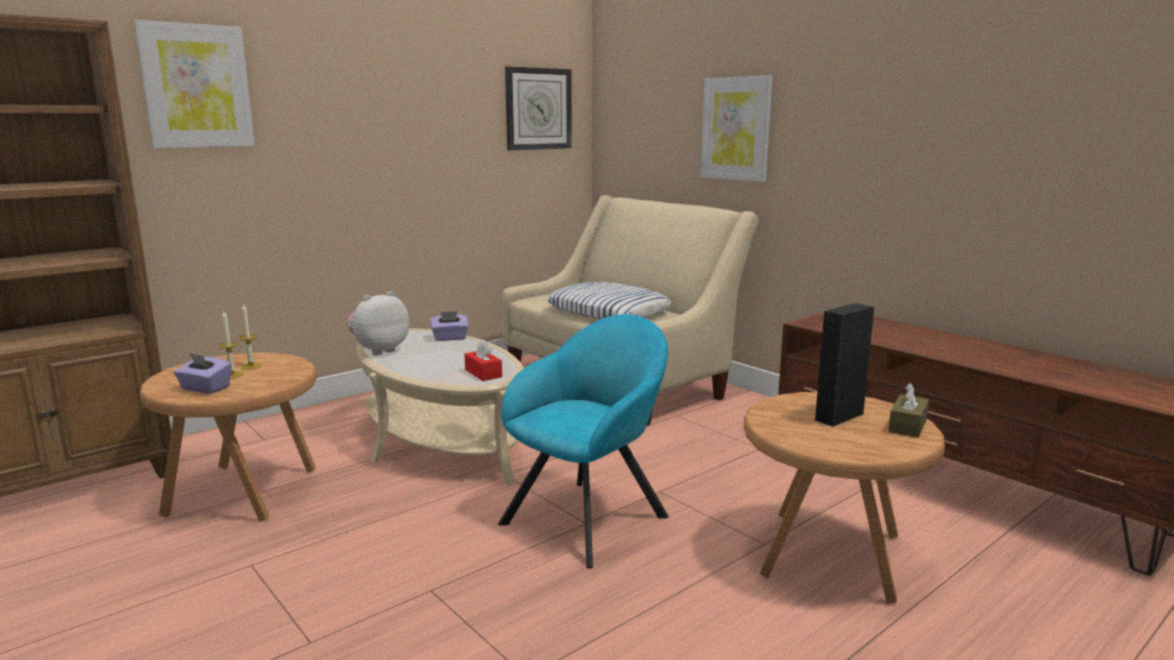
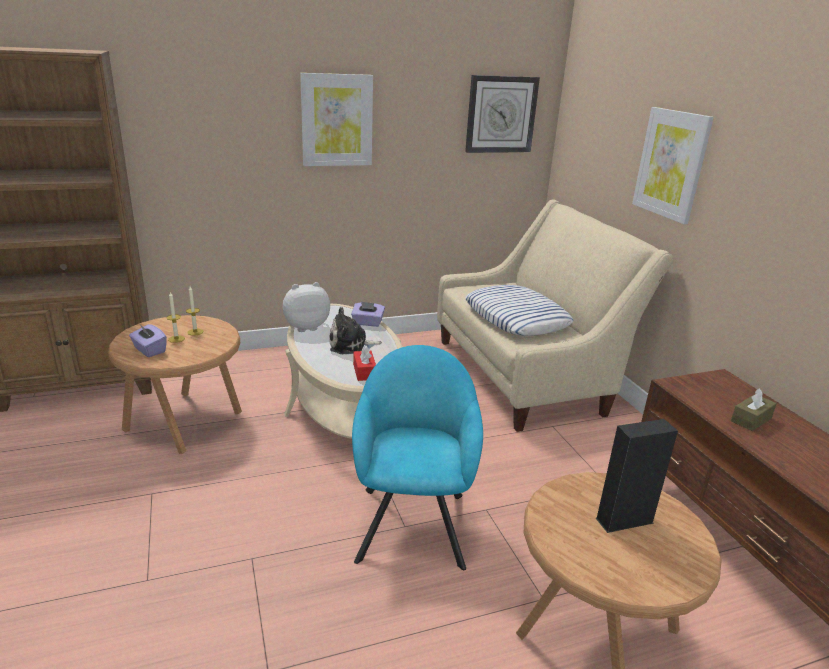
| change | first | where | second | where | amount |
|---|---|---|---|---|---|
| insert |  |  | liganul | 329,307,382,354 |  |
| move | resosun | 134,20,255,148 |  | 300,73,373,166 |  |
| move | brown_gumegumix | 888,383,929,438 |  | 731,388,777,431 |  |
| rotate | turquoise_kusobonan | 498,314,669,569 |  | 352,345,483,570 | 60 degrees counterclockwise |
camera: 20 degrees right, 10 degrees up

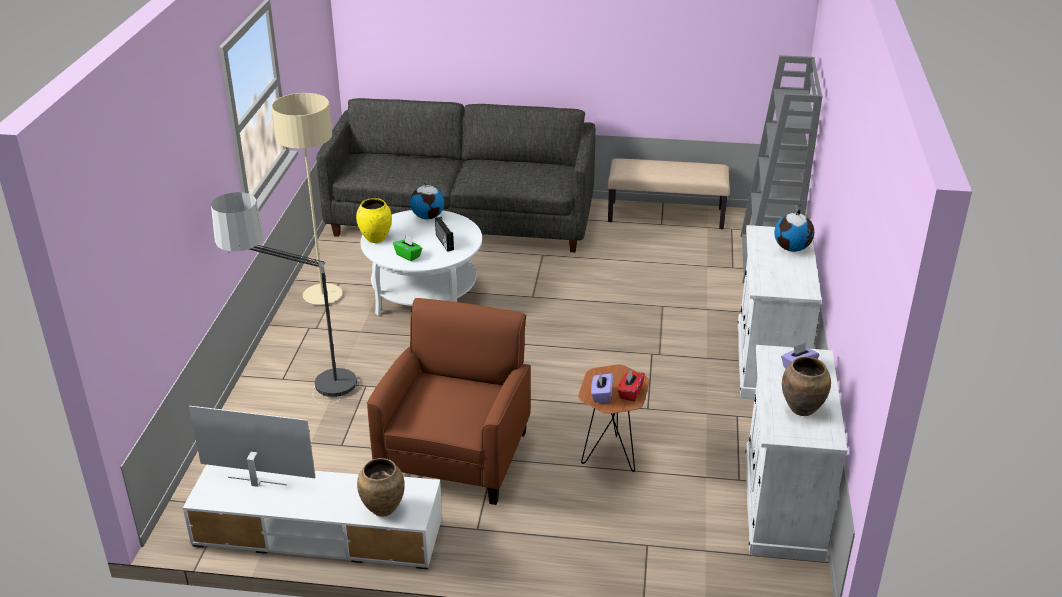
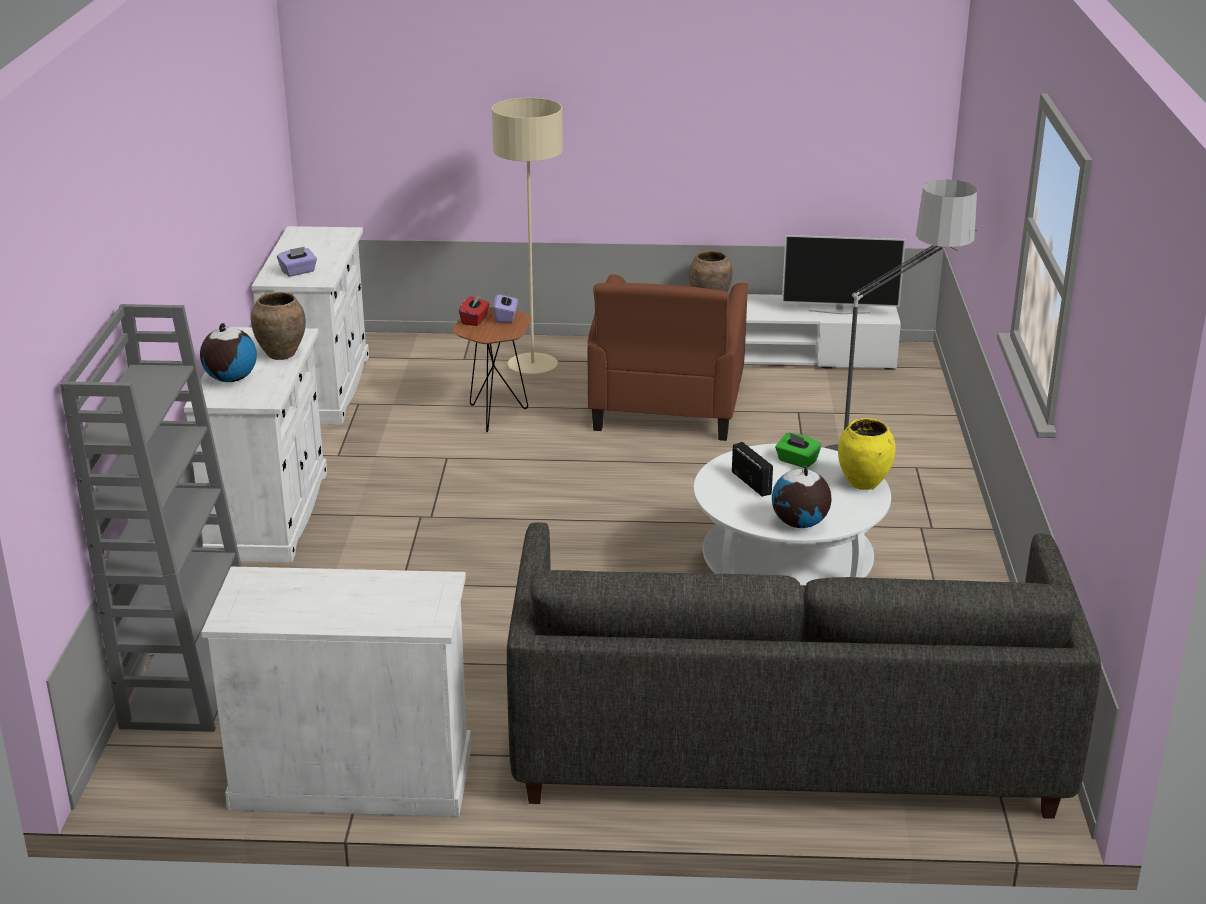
| change | first | where | second | where | amount |
|---|---|---|---|---|---|
| move | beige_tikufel | 271,93,342,305 |  | 492,98,563,374 |  |
| move | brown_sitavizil | 782,357,831,416 |  | 251,292,306,360 |  |
| replace | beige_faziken | 608,158,729,229 | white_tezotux | 201,567,471,817 |  |
camera: 175 degrees right, 5 degrees down

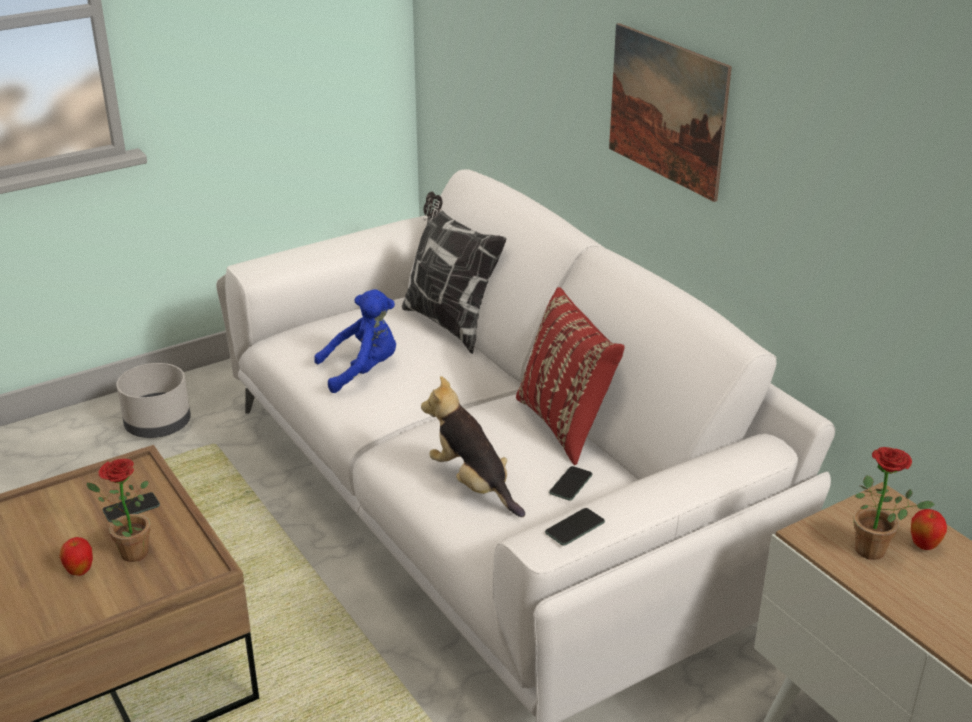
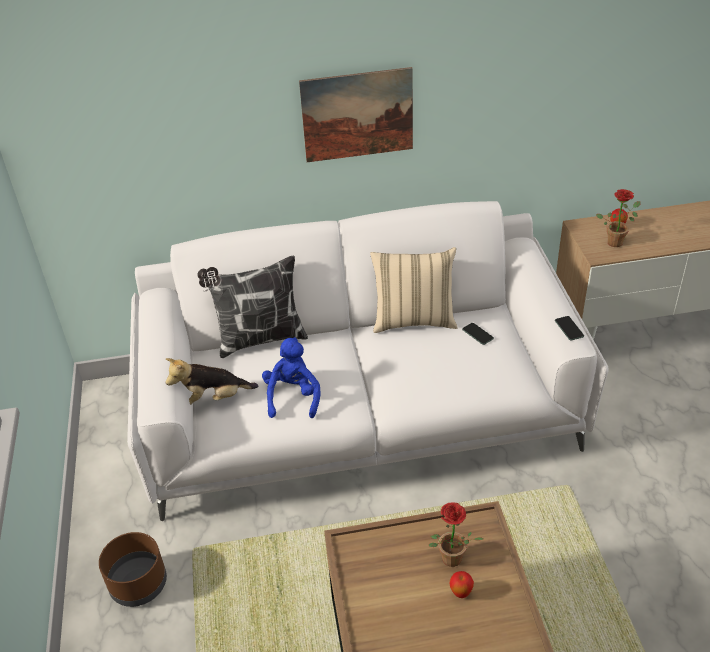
| change | first | where | second | where | amount |
|---|---|---|---|---|---|
| delete | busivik | 102,492,160,522 |  |  |  |
| move | liganul | 421,376,525,517 |  | 165,358,258,405 |  |
| recolor | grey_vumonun | 116,363,191,438 | brown_vumonun | 99,532,167,607 |  |
| recolor | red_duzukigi | 516,287,625,465 | beige_duzukigi | 370,247,458,333 |  |
camera: 65 degrees left, 10 degrees up

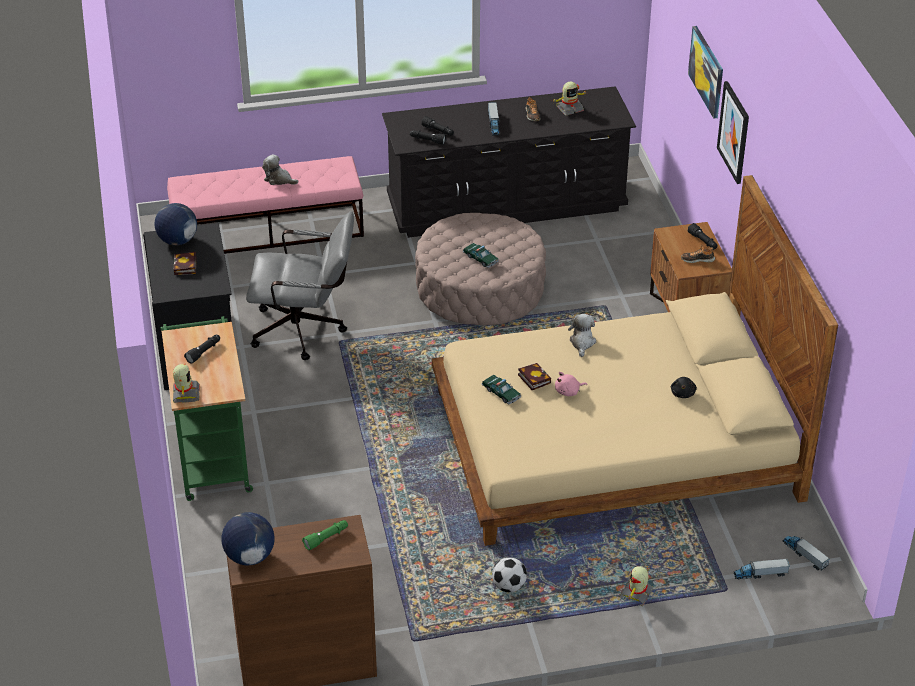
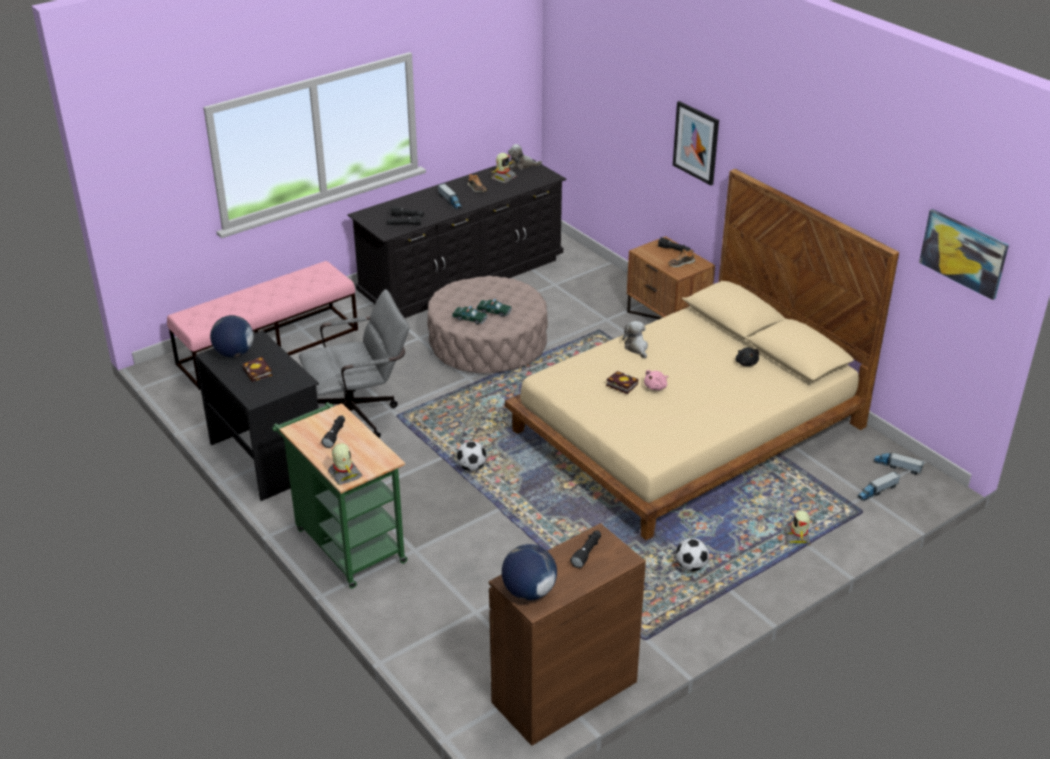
| change | first | where | second | where | amount |
|---|---|---|---|---|---|
| insert |  |  | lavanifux | 456,441,487,471 |  |
| move | liganul | 262,154,298,185 |  | 508,144,542,170 |  |
| move | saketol | 482,375,521,405 |  | 452,306,488,324 |  |
| move | resosun | 688,26,723,119 |  | 919,209,1009,300 |  |
| recolor | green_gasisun | 302,520,348,550 | black_gasisun | 570,530,601,568 |  |
camera: 25 degrees left, 5 degrees down

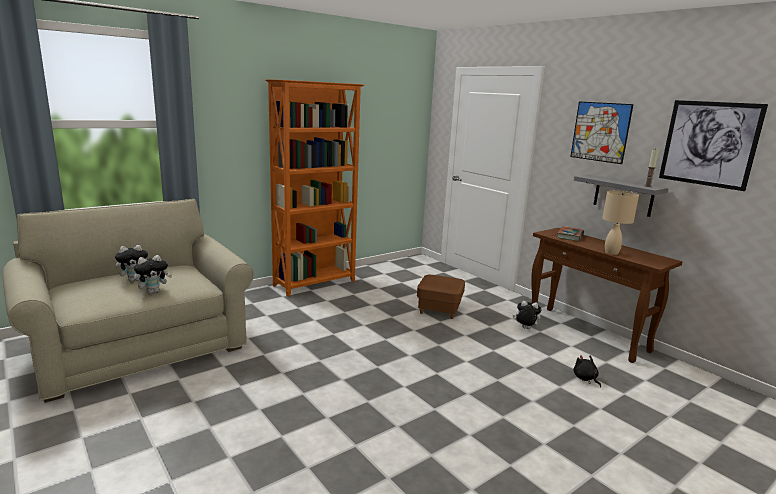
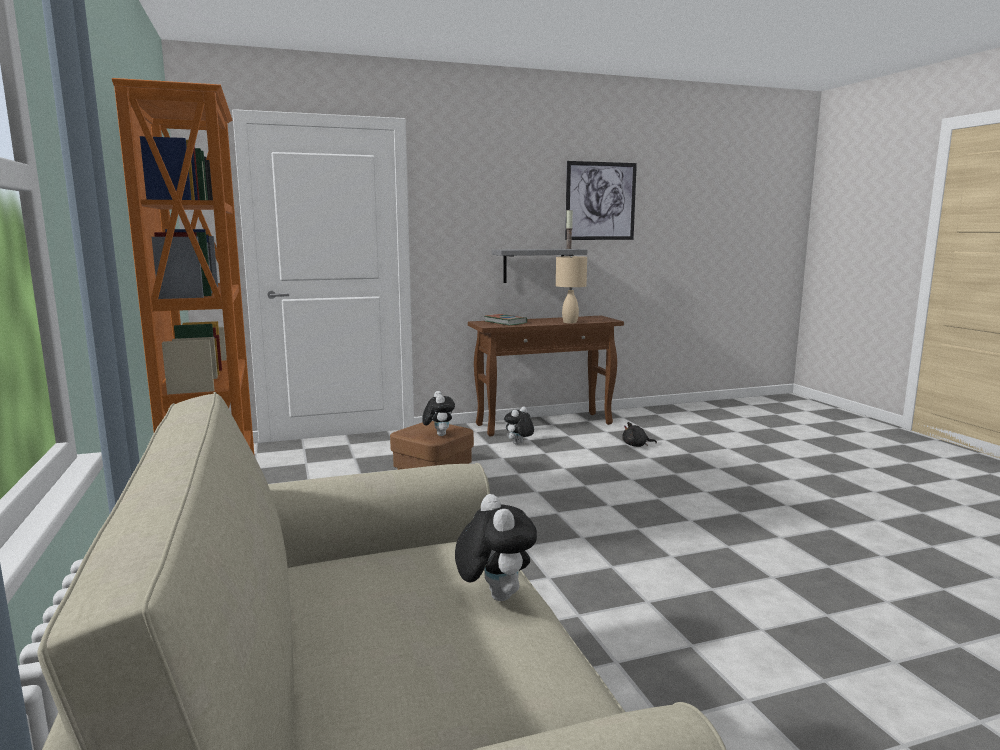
| change | first | where | second | where | amount |
|---|---|---|---|---|---|
| delete | resosun | 570,101,633,164 |  |  |  |
| move | liganul | 115,245,148,282 |  | 422,391,455,436 |  |
camera: 70 degrees left, 5 degrees down

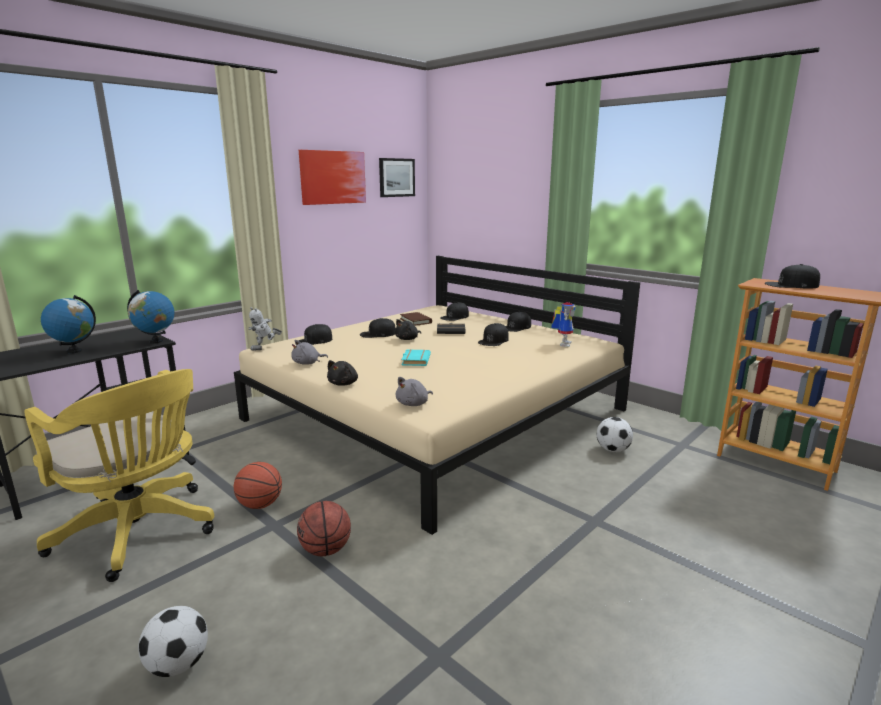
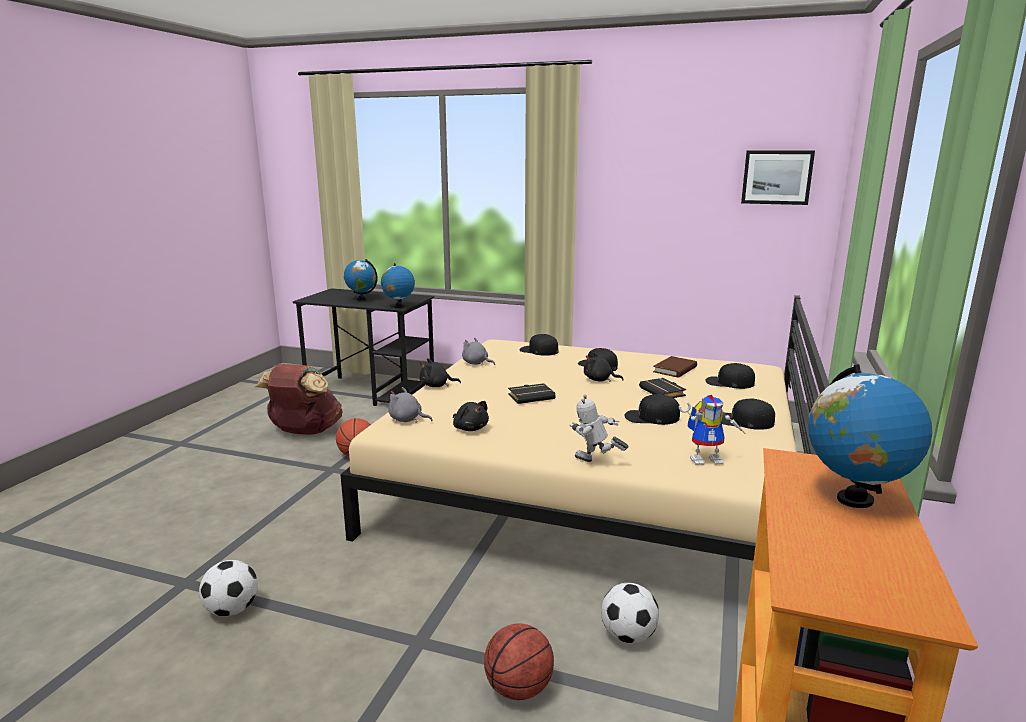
| change | first | where | second | where | amount |
|---|---|---|---|---|---|
| delete | resosun | 299,150,366,205 |  |  |  |
| insert |  |  | black_liganul | 453,401,489,431 |  |
| move | lavanifux | 138,606,208,677 |  | 199,560,258,617 |  |
| move | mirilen | 248,307,282,350 |  | 569,394,629,462 |  |
| move | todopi | 297,501,351,556 |  | 484,624,554,700 |  |
| replace | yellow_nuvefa | 24,369,215,582 | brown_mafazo | 255,364,342,435 |  |
| replace | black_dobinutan | 765,264,820,289 | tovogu | 808,364,932,508 |  |
| recolor | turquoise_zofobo | 402,349,431,366 | black_zofobo | 508,383,556,404 |  |
camera: 65 degrees right, 0 degrees up

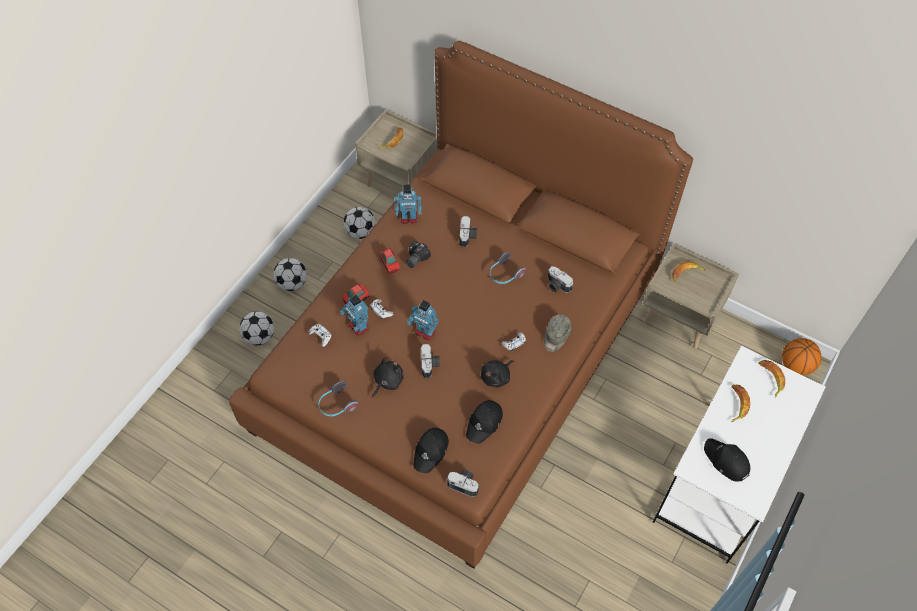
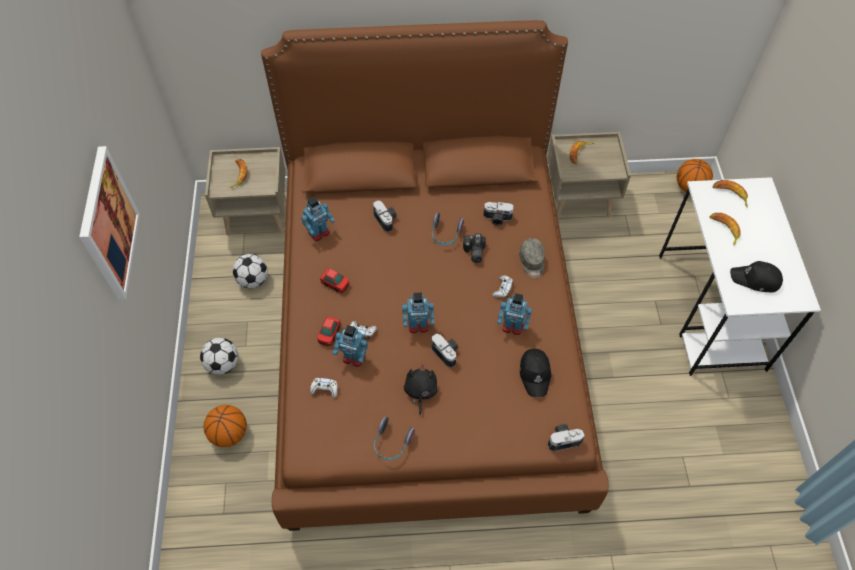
| change | first | where | second | where | amount |
|---|---|---|---|---|---|
| delete | black_dobinutan | 413,428,449,473 |  |  |  |
| insert |  |  | resosun | 79,146,140,299 |  |
| move | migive | 406,241,431,268 |  | 463,233,486,263 |  |
| replace | lavanifux | 239,311,274,345 | todopi | 204,405,247,447 |  |
| replace | black_liganul | 481,360,514,387 | mirilen | 497,293,532,335 |  |
camera: 35 degrees left, 0 degrees up

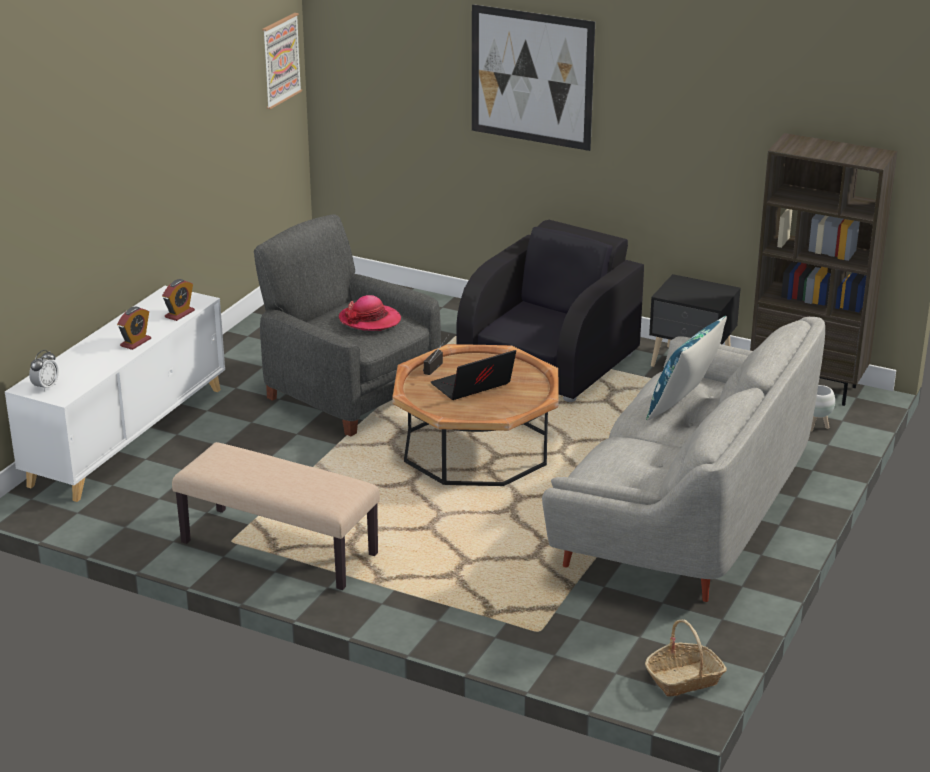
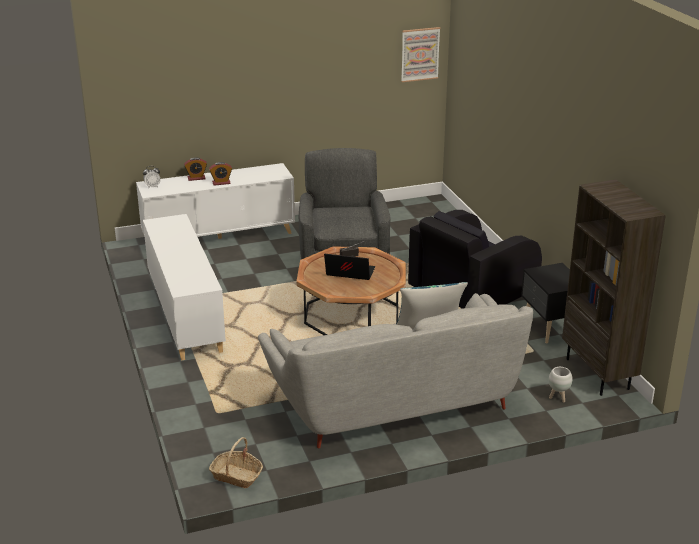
| change | first | where | second | where | amount |
|---|---|---|---|---|---|
| delete | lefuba | 339,295,401,331 |  |  |  |
| delete | resosun | 472,4,595,151 |  |  |  |
| move | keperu | 162,279,195,321 |  | 184,158,207,181 |  |
| replace | beige_faziken | 172,442,380,590 | white_tezotux | 143,214,226,361 |  |
| rotate | black_kusobonan | 457,220,644,402 |  | 408,210,542,308 | 150 degrees clockwise |
camera: 45 degrees right, 0 degrees up

